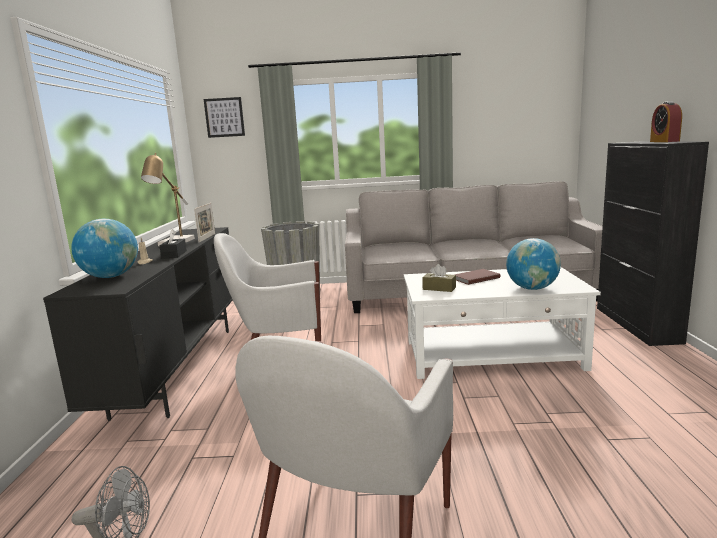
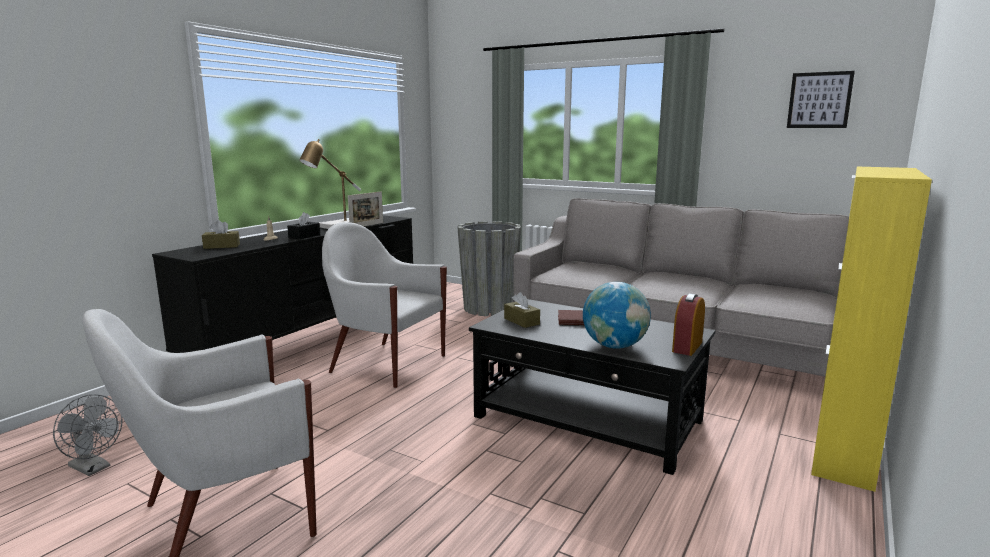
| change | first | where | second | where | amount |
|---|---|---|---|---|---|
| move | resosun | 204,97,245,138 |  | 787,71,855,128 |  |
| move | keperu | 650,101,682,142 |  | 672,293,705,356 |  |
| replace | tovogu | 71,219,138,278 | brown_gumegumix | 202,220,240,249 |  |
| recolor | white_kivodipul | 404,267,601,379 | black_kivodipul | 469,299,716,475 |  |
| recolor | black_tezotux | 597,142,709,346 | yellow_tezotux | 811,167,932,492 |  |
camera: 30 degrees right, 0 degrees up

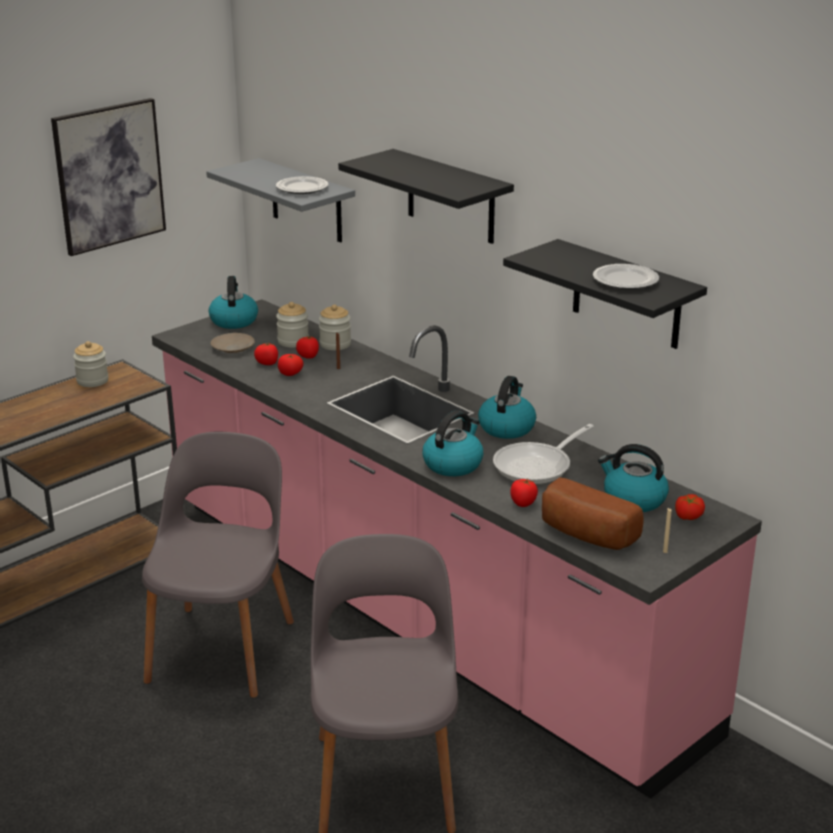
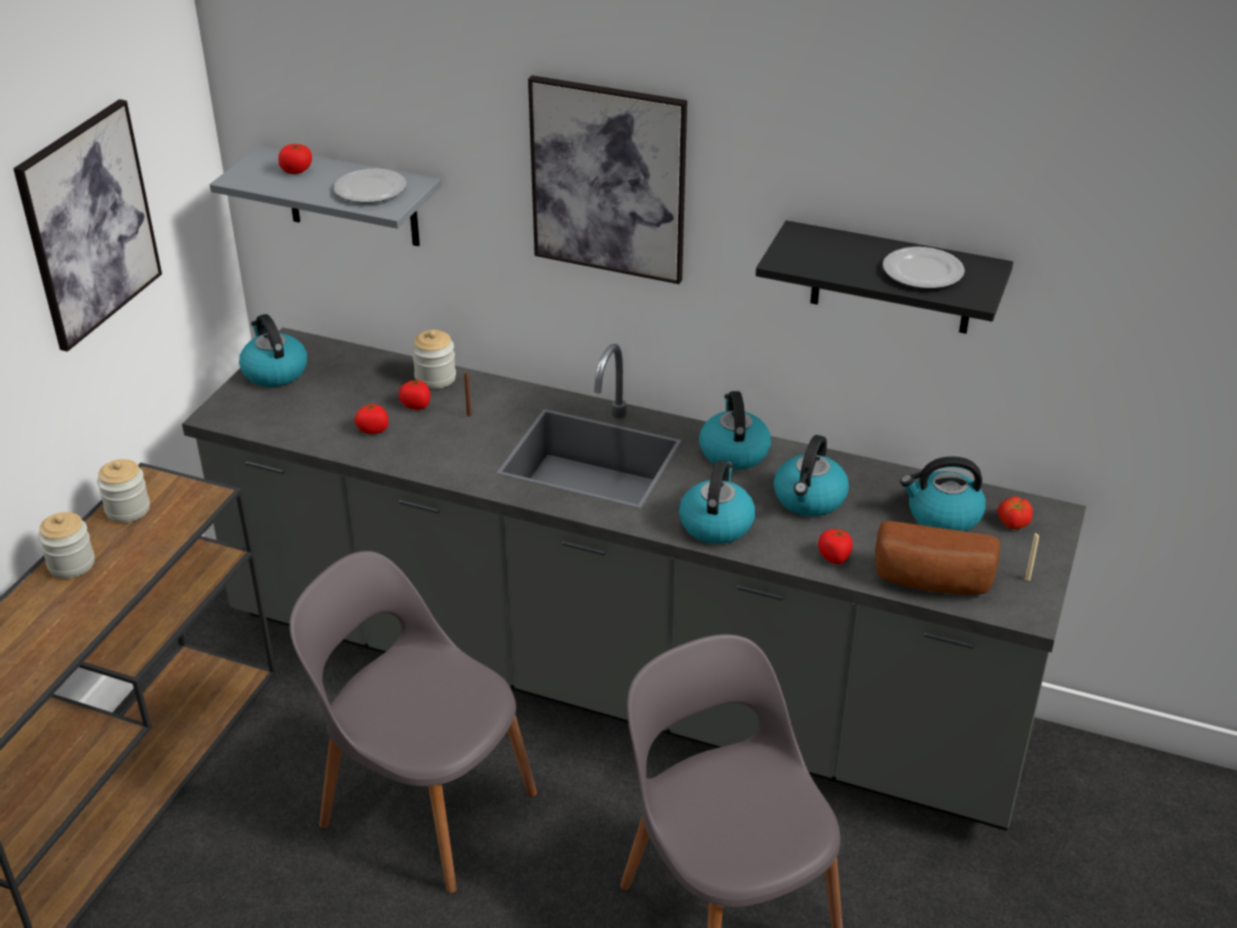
| change | first | where | second | where | amount |
|---|---|---|---|---|---|
| delete | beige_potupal | 211,333,255,353 |  |  |  |
| move | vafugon | 276,302,309,348 |  | 38,512,95,578 |  |
| move | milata | 278,354,303,376 |  | 278,144,312,174 |  |
| replace | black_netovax | 338,149,514,244 | resosun | 528,75,687,284 |  |
| replace | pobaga | 493,424,594,485 | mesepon | 774,435,849,516 |  |
| recolor | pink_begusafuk | 152,299,762,799 | grey_begusafuk | 182,327,1086,831 |  |
| rotate | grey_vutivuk | 142,432,294,698 |  | 289,551,537,893 | 45 degrees counterclockwise |
camera: 25 degrees left, 10 degrees up

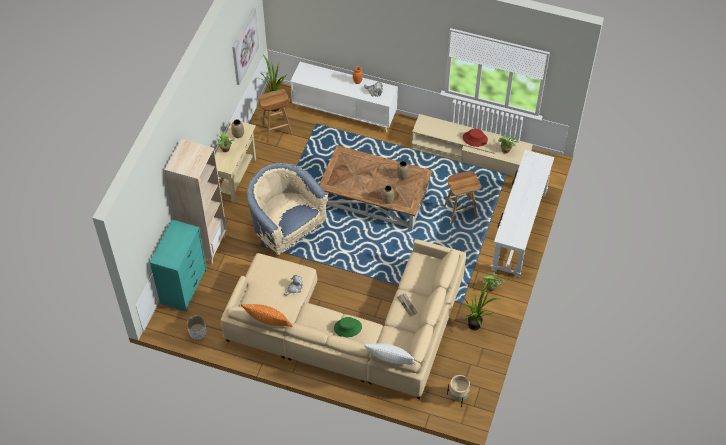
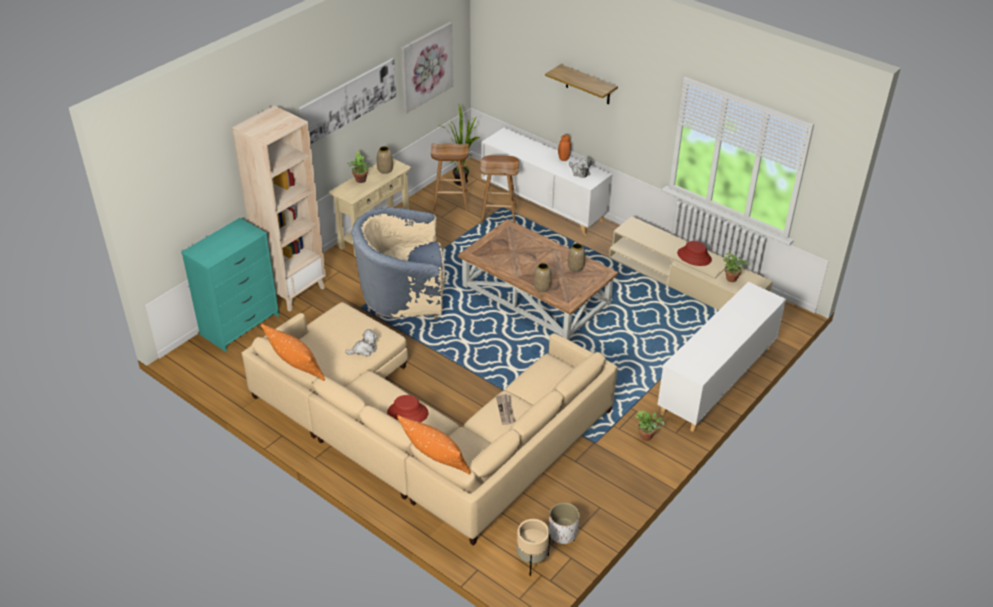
| change | first | where | second | where | amount |
|---|---|---|---|---|---|
| delete | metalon | 463,281,500,330 |  |  |  |
| insert |  |  | resosun | 299,58,396,144 |  |
| insert |  |  | netovax | 545,64,618,104 |  |
| move | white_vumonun | 187,315,206,340 |  | 549,502,580,544 |  |
| move | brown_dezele | 444,171,481,224 |  | 480,155,519,224 |  |
| replace | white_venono | 491,150,554,278 | white_tezotux | 657,282,786,432 |  |
| recolor | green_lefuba | 334,317,362,337 | red_lefuba | 387,395,428,423 |  |
| recolor | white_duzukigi | 364,343,416,364 | orange_duzukigi | 397,415,471,475 |  |
| rotate | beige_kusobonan | 247,163,328,256 |  | 352,207,445,320 | 75 degrees counterclockwise |
camera: 20 degrees right, 15 degrees down

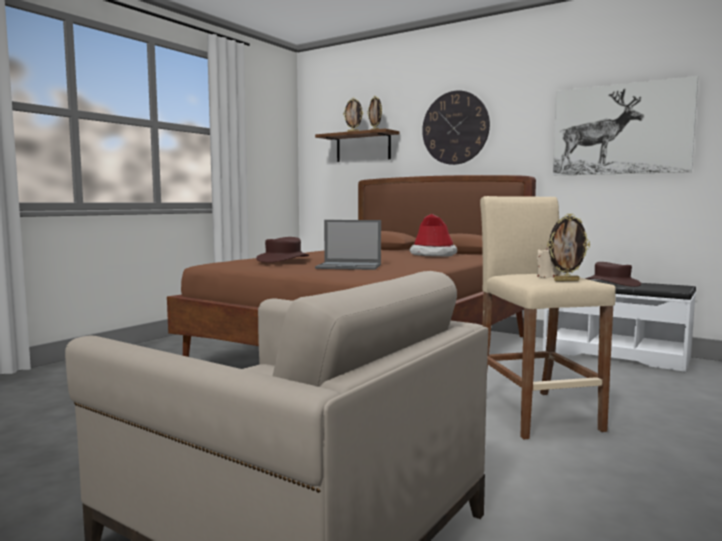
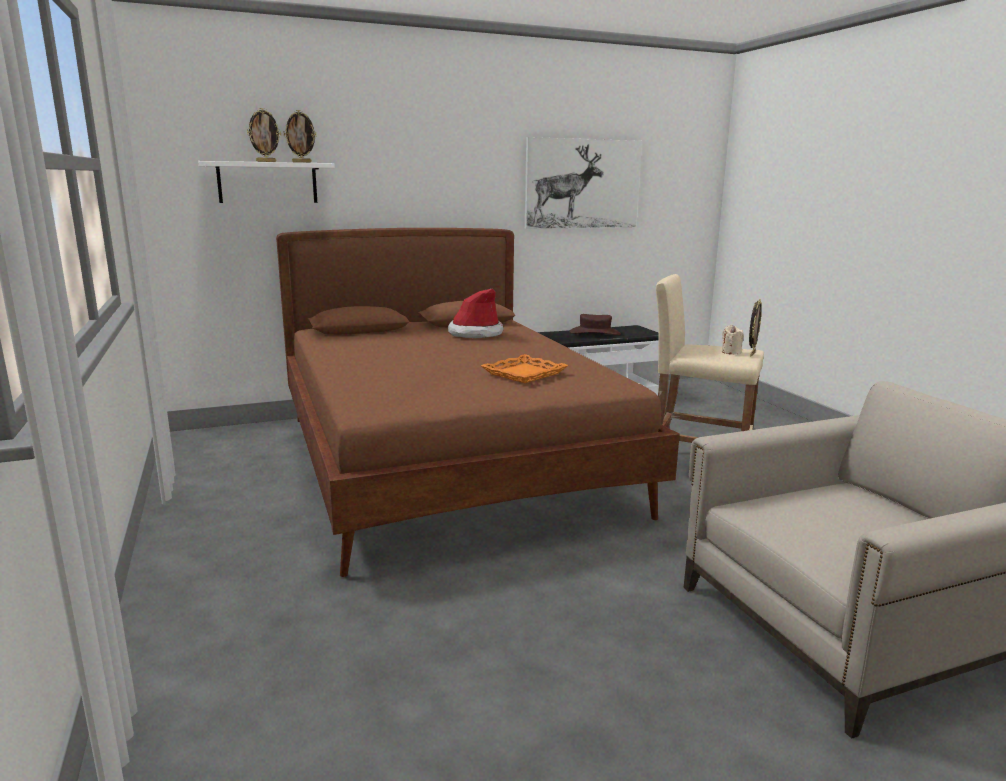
| change | first | where | second | where | amount |
|---|---|---|---|---|---|
| delete | brown_lefuba | 256,237,309,263 |  |  |  |
| delete | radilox | 422,90,490,165 |  |  |  |
| replace | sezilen | 315,220,381,270 | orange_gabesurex | 481,354,569,383 |  |
| recolor | brown_netovax | 315,128,399,162 | white_netovax | 198,161,335,203 |  |
camera: 55 degrees left, 10 degrees up

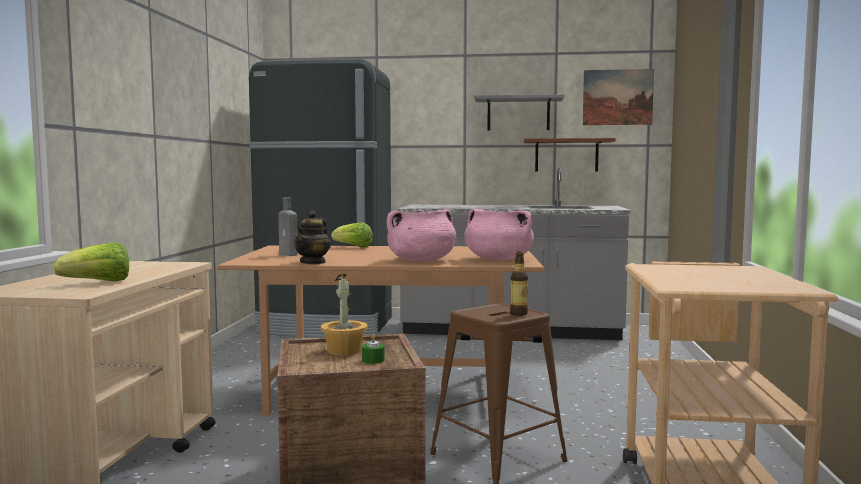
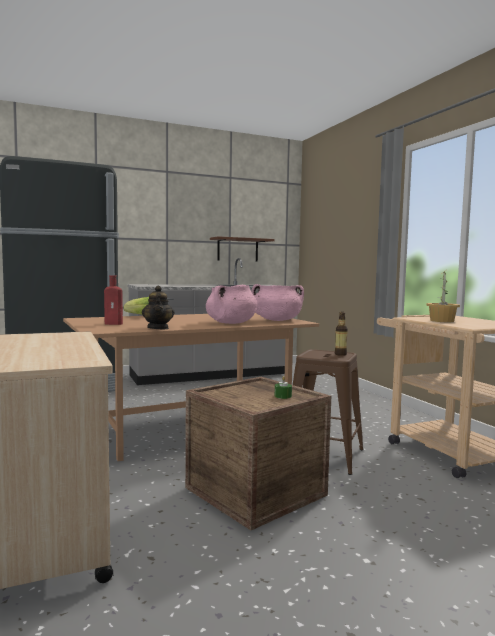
| change | first | where | second | where | amount |
|---|---|---|---|---|---|
| delete | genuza | 53,242,129,281 |  |  |  |
| delete | grey_netovax | 474,94,564,131 |  |  |  |
| delete | resosun | 583,69,654,125 |  |  |  |
| move | metalon | 321,274,368,356 |  | 427,270,460,322 |  |
| recolor | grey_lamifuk | 278,197,298,256 | red_lamifuk | 104,275,123,325 |  |
camera: 30 degrees left, 0 degrees up

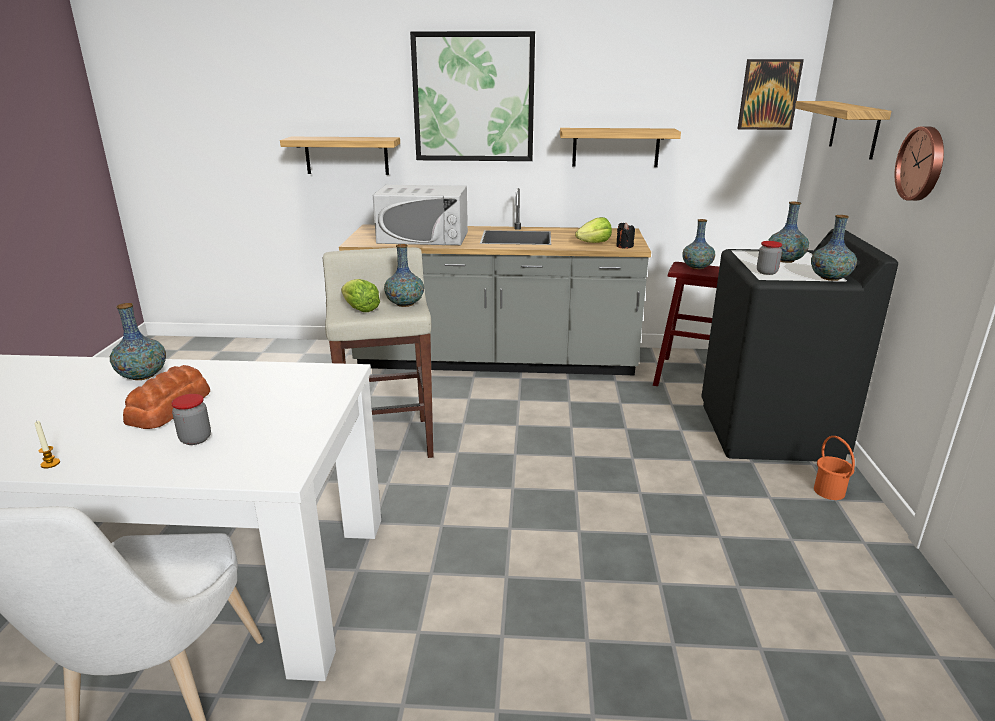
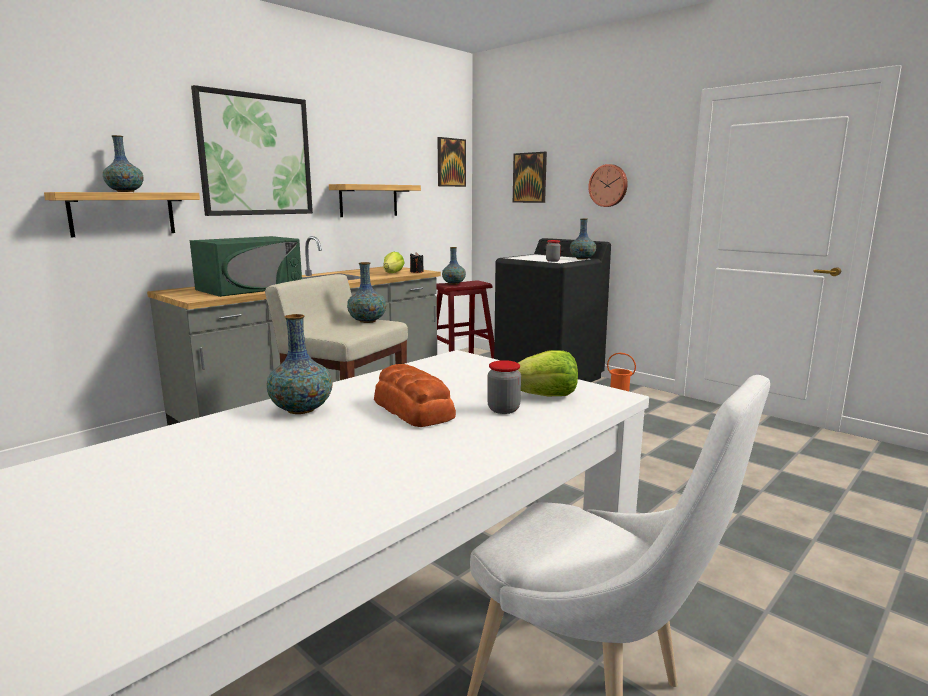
| change | first | where | second | where | amount |
|---|---|---|---|---|---|
| delete | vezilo | 35,421,60,469 |  |  |  |
| move | genuza | 341,279,380,312 |  | 518,350,578,396 |  |
| move | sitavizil | 768,202,809,263 |  | 103,135,144,192 |  |
| replace | netovax | 795,101,891,160 | resosun | 513,152,547,203 |  |
| recolor | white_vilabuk | 373,185,468,245 | green_vilabuk | 190,236,302,297 |  |
camera: 50 degrees left, 10 degrees down

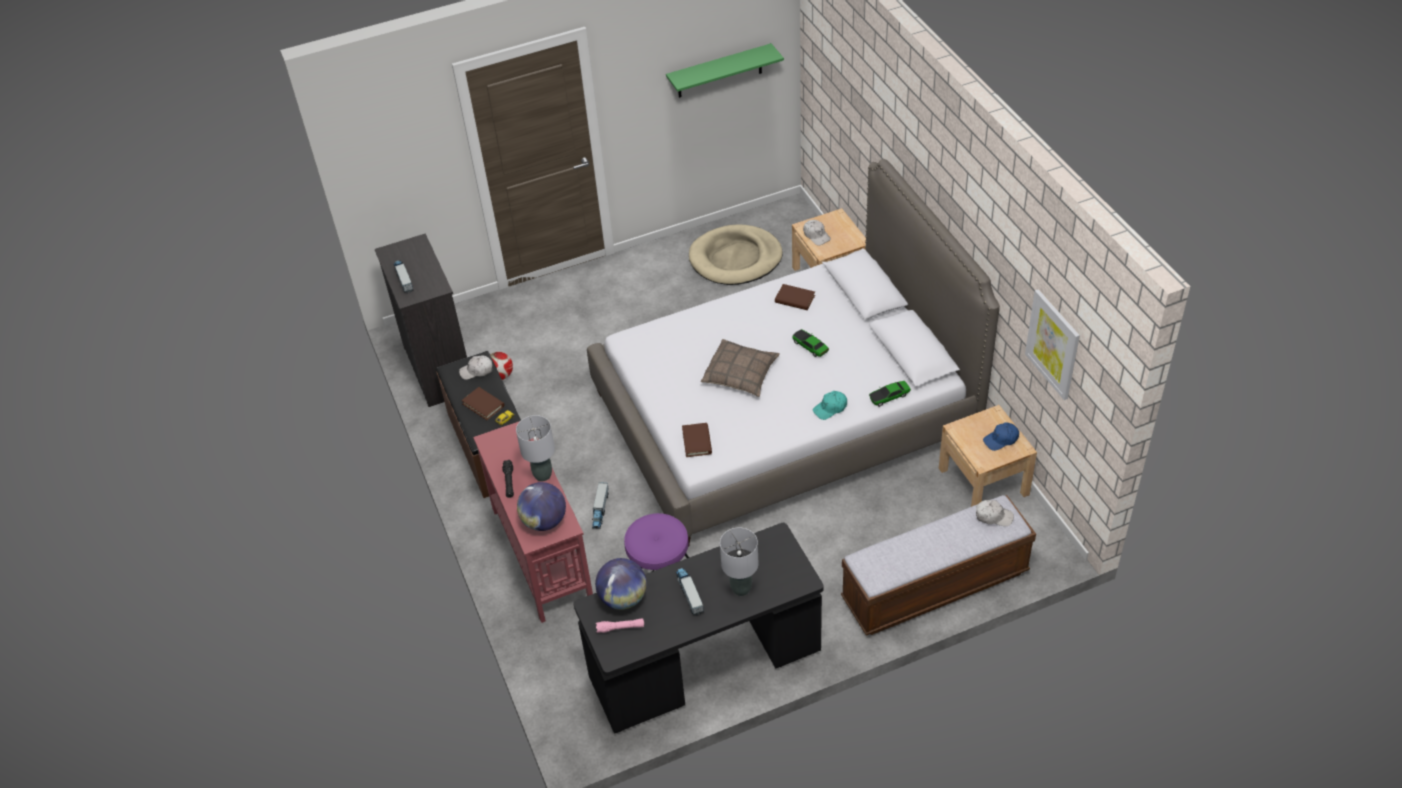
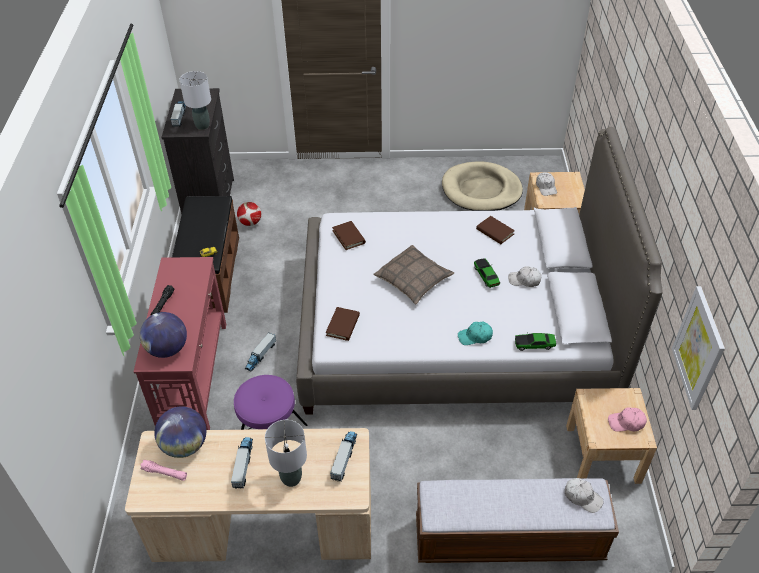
| change | first | where | second | where | amount |
|---|---|---|---|---|---|
| delete | green_netovax | 666,43,784,98 |  |  |  |
| insert |  |  | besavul | 330,431,357,482 |  |
| move | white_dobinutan | 459,355,493,380 |  | 508,266,542,287 |  |
| move | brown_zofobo | 461,387,504,420 |  | 332,221,366,250 |  |
| move | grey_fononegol | 516,415,555,481 |  | 179,71,211,130 |  |
| recolor | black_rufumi | 574,523,824,734 | beige_rufumi | 125,428,371,562 |  |
| recolor | blue_dobinutan | 983,422,1019,451 | pink_dobinutan | 608,407,647,431 |  |
camera: 20 degrees right, 0 degrees up

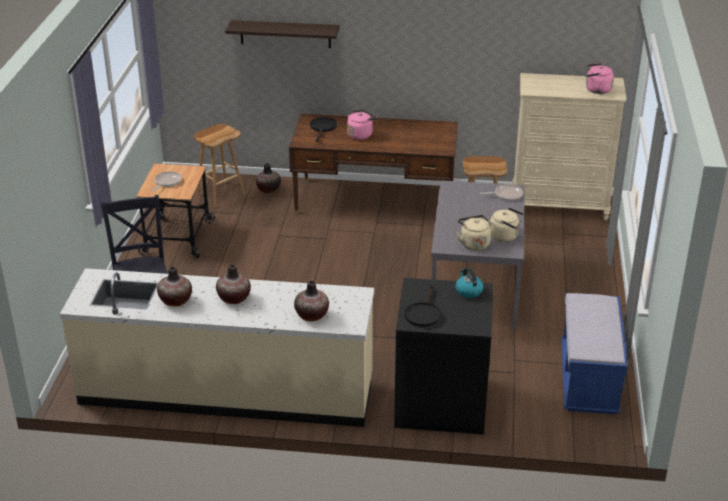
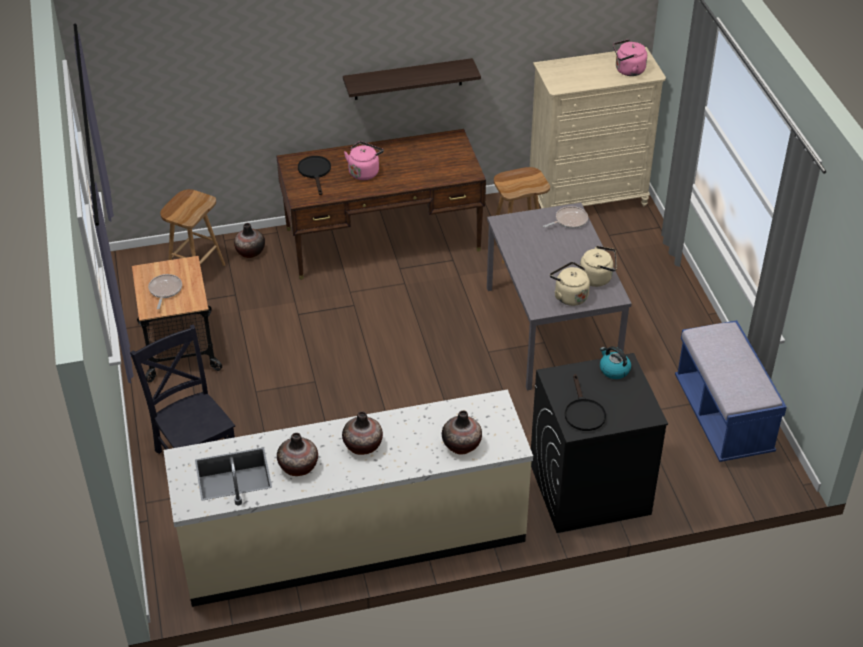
| change | first | where | second | where | amount |
|---|---|---|---|---|---|
| move | netovax | 225,20,340,48 |  | 343,58,481,100 |  |
camera: 20 degrees left, 10 degrees up

